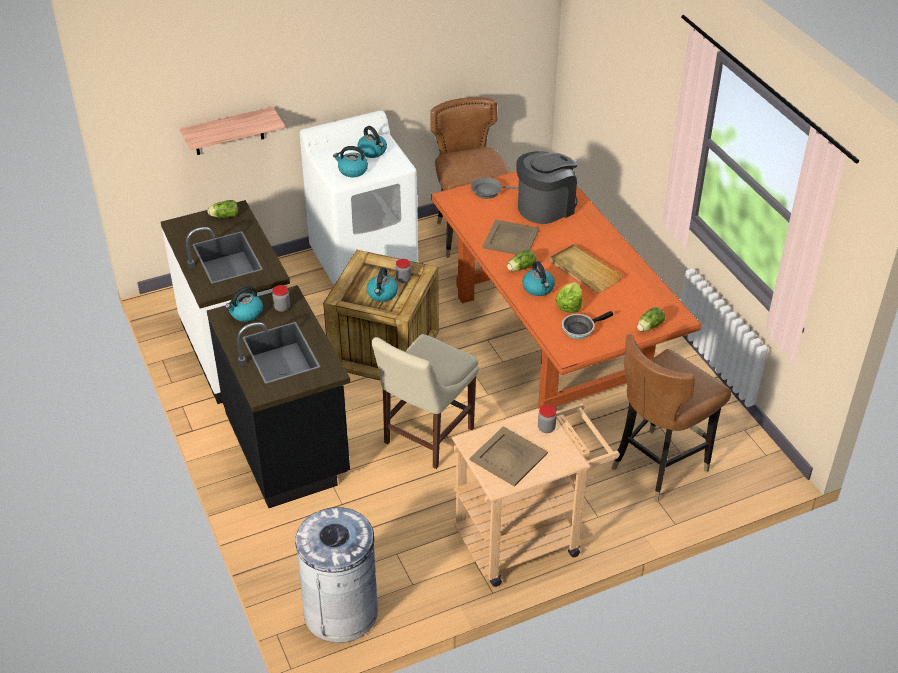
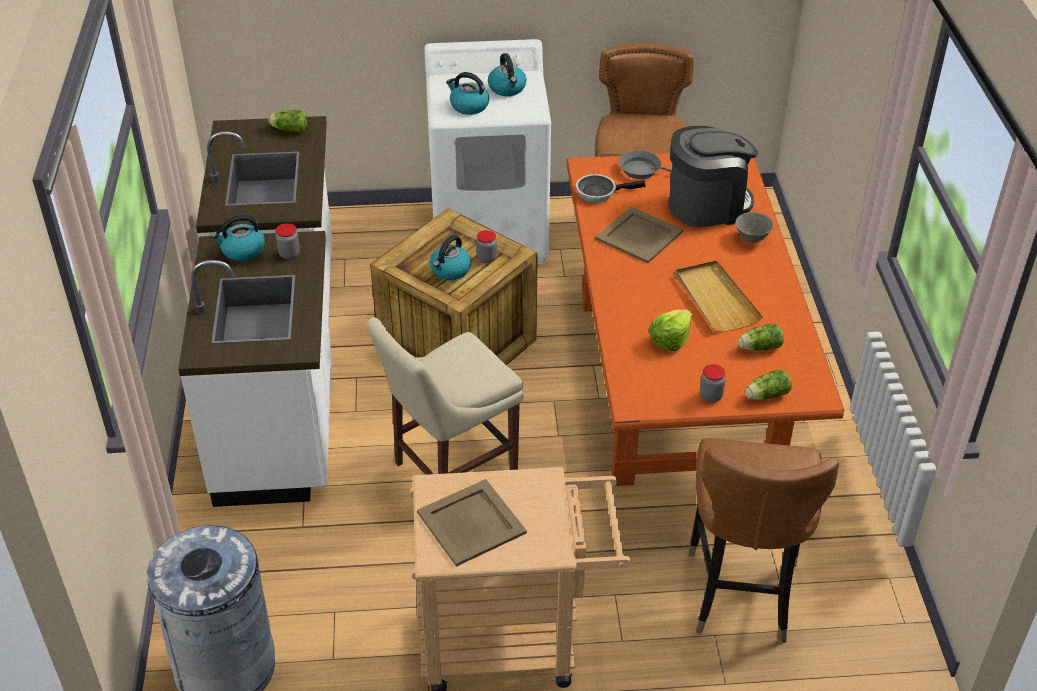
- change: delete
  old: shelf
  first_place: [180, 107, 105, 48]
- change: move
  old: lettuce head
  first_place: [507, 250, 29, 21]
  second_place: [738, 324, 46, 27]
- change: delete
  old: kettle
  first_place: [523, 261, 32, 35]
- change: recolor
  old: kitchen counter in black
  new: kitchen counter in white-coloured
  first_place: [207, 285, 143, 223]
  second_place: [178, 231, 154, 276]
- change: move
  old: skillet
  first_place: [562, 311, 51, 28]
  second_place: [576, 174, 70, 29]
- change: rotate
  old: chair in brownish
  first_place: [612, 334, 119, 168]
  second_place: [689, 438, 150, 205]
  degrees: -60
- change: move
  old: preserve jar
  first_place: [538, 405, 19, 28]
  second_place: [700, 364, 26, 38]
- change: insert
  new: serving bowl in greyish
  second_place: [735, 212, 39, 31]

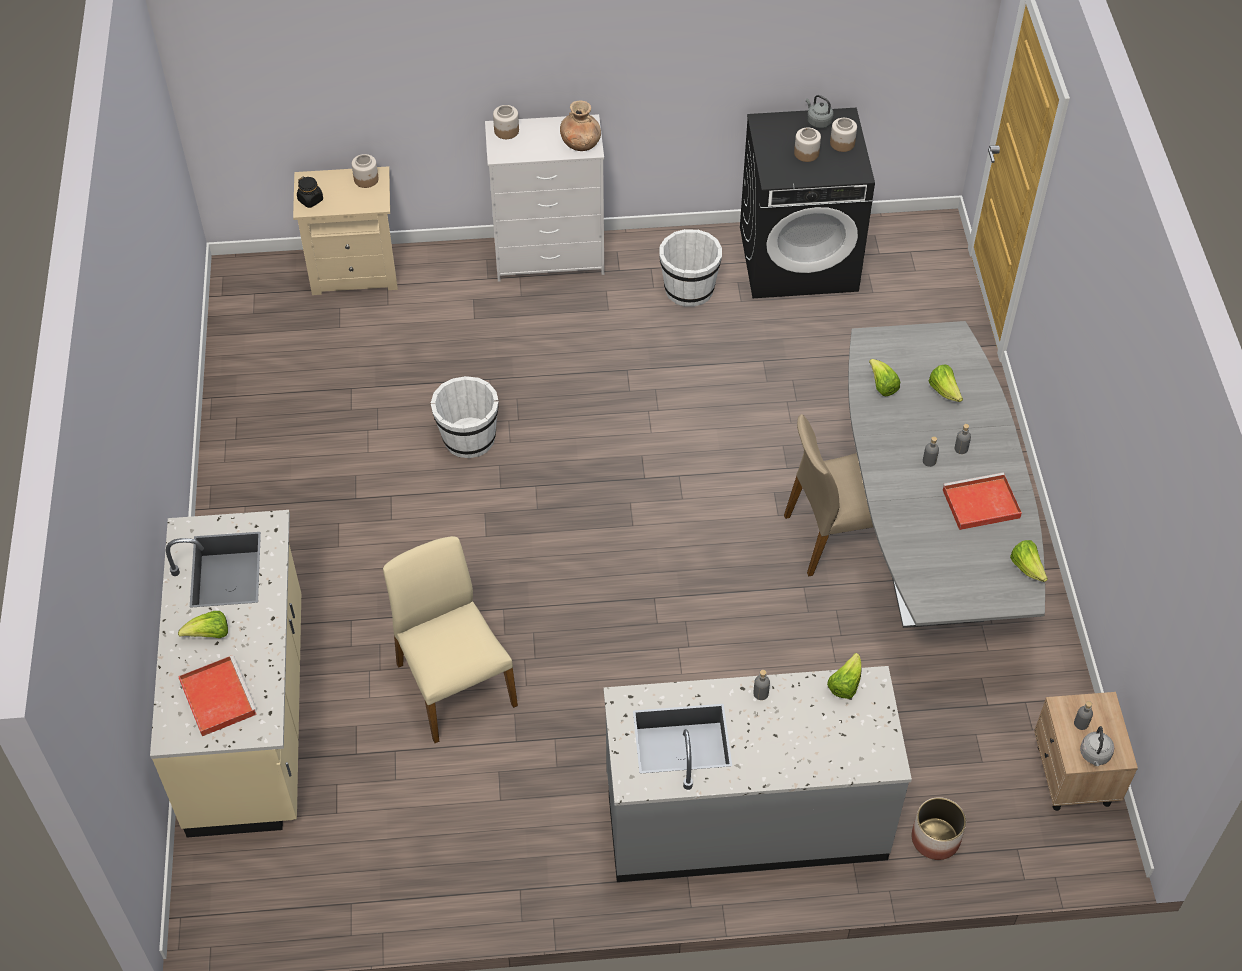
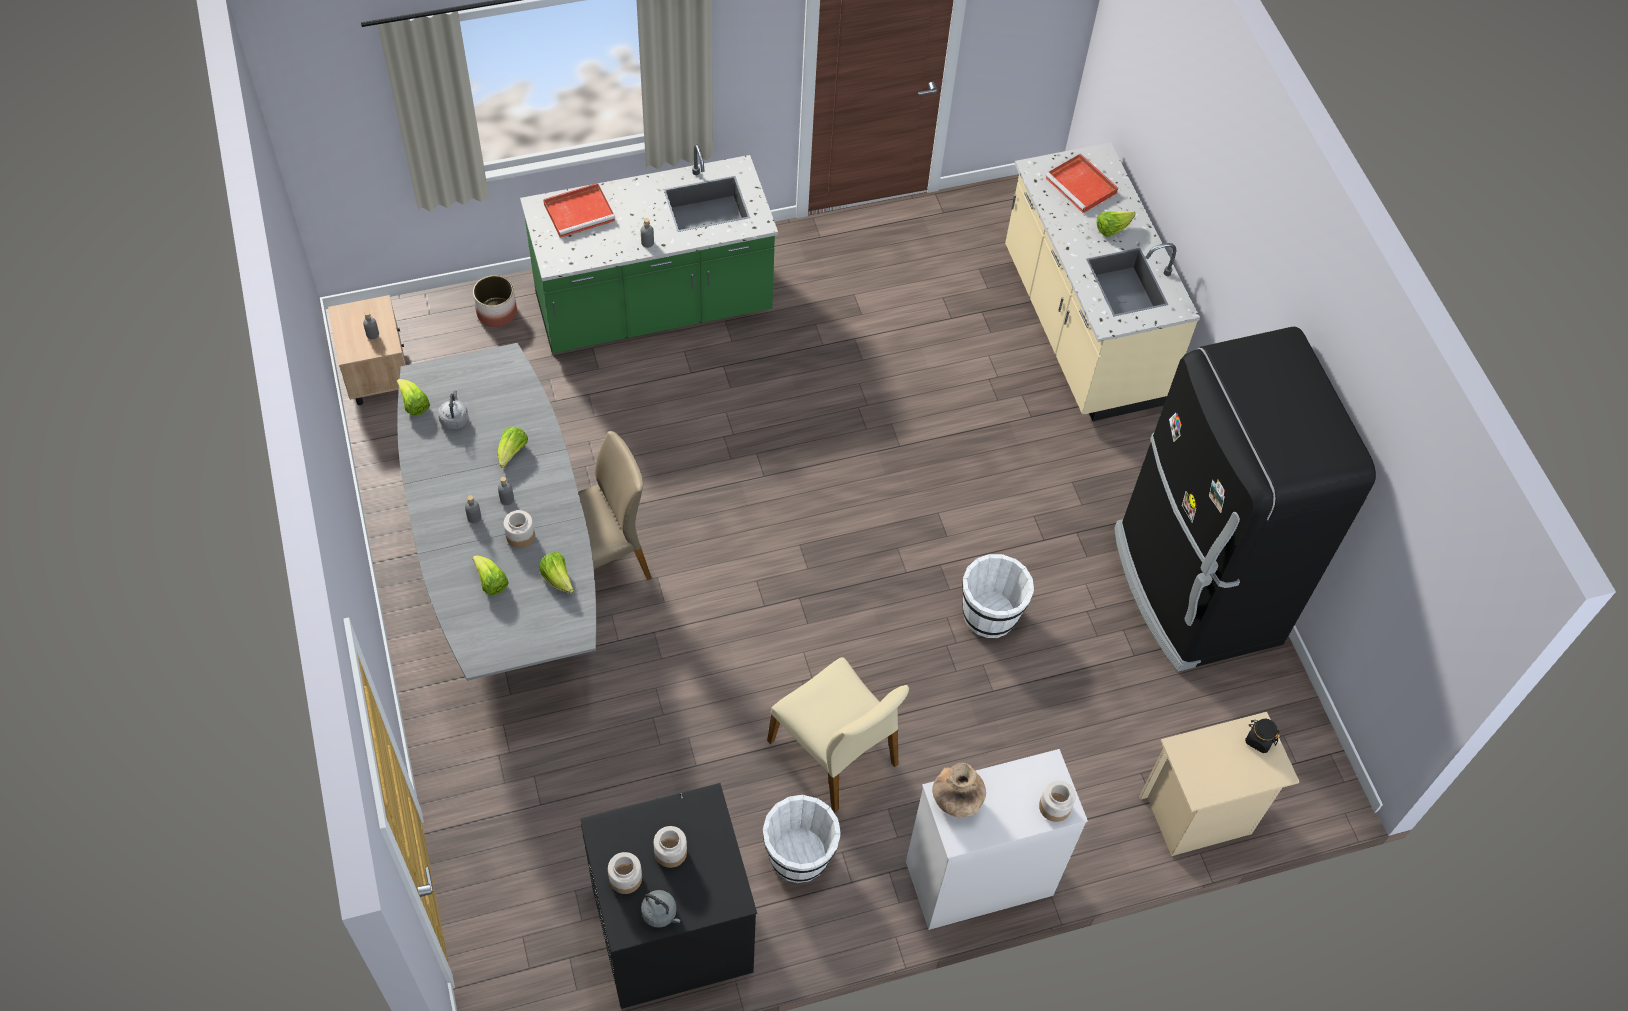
- change: move
  old: preserve jar
  first_place: [352, 154, 27, 34]
  second_place: [504, 510, 31, 38]
- change: move
  old: carrying tray in red-coloured
  first_place: [943, 473, 79, 57]
  second_place: [543, 183, 72, 55]
- change: move
  old: chair in beige
  first_place: [383, 536, 135, 207]
  second_place: [767, 657, 142, 155]
- change: move
  old: lettuce head
  first_place: [827, 653, 35, 46]
  second_place: [498, 427, 30, 41]
- change: recolor
  old: kitchen counter in greyish
  new: kitchen counter in greenish
  first_place: [604, 666, 308, 216]
  second_place: [520, 144, 258, 209]
- change: move
  old: kettle in greyish
  first_place: [1080, 726, 34, 40]
  second_place: [438, 390, 30, 40]
- change: insert
  new: refrigerator in black
  second_place: [1114, 327, 262, 344]

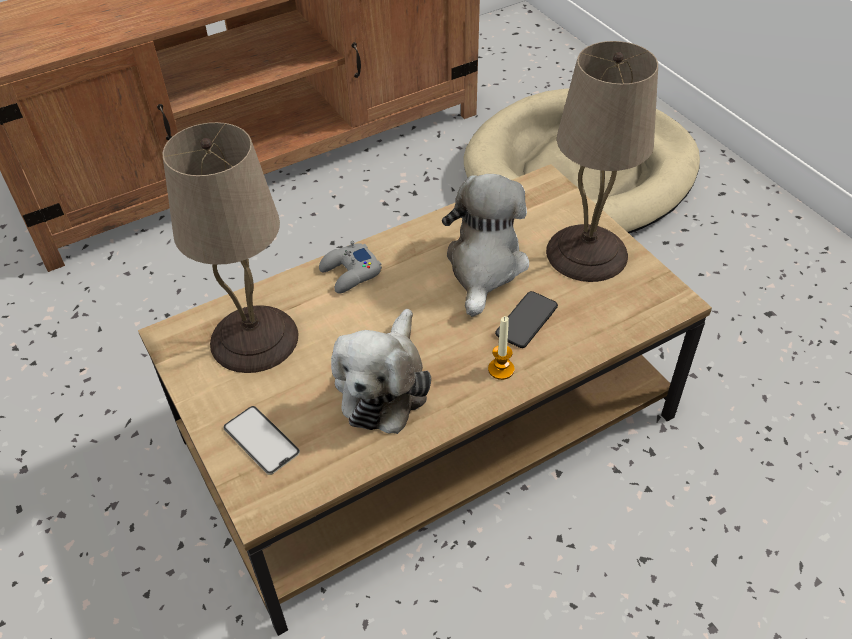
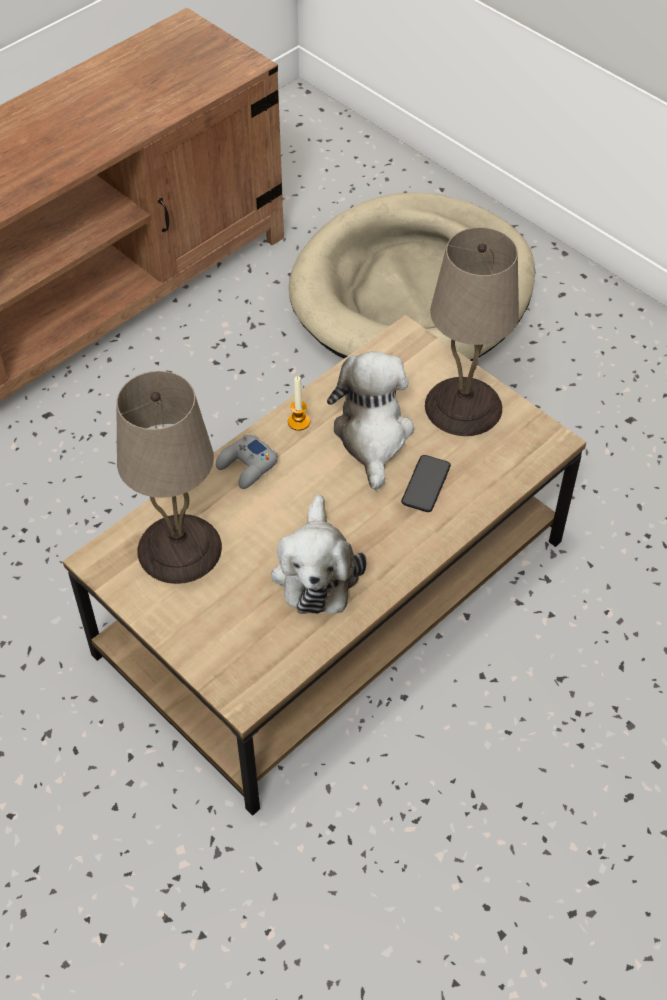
- change: move
  old: wax light
  first_place: [488, 316, 26, 64]
  second_place: [288, 376, 22, 55]
- change: delete
  old: handset
  first_place: [223, 406, 77, 69]

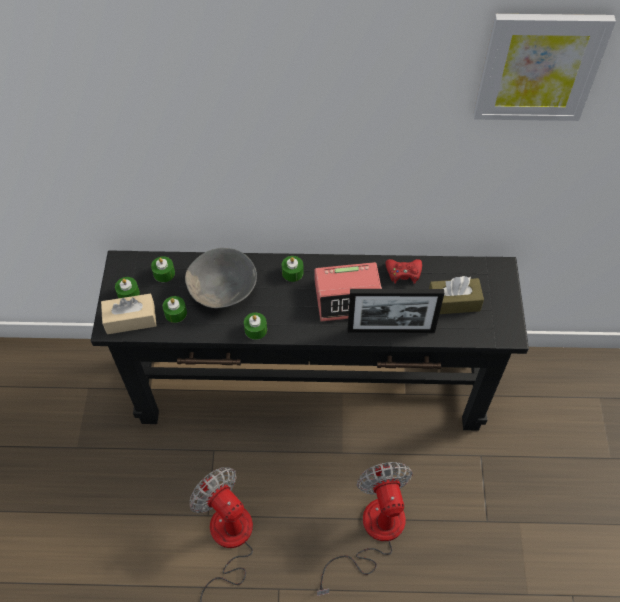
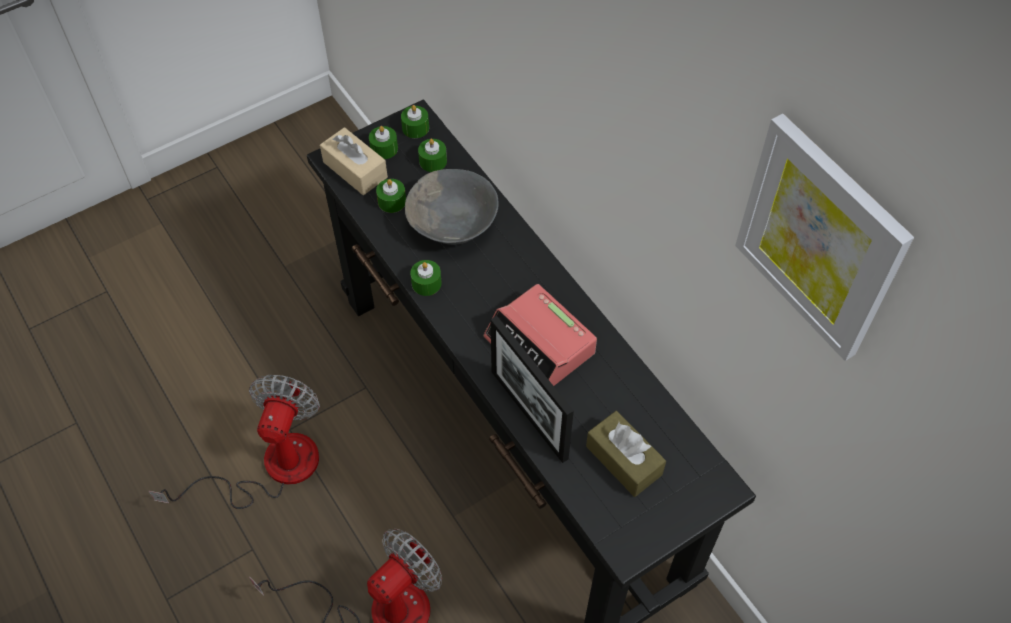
- change: move
  old: wax light in greenish
  first_place: [282, 256, 22, 26]
  second_place: [401, 105, 28, 33]
- change: delete
  old: joypad in red-coloured
  first_place: [386, 259, 36, 25]

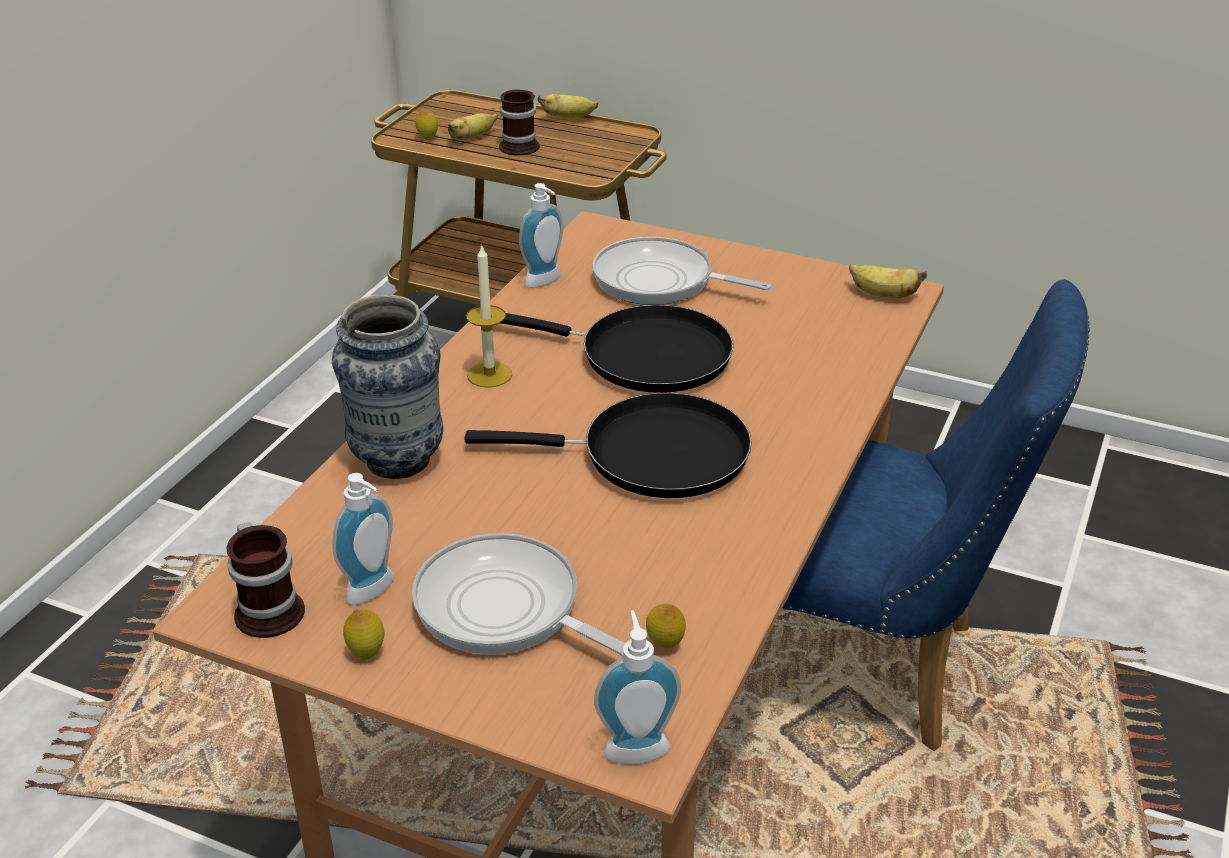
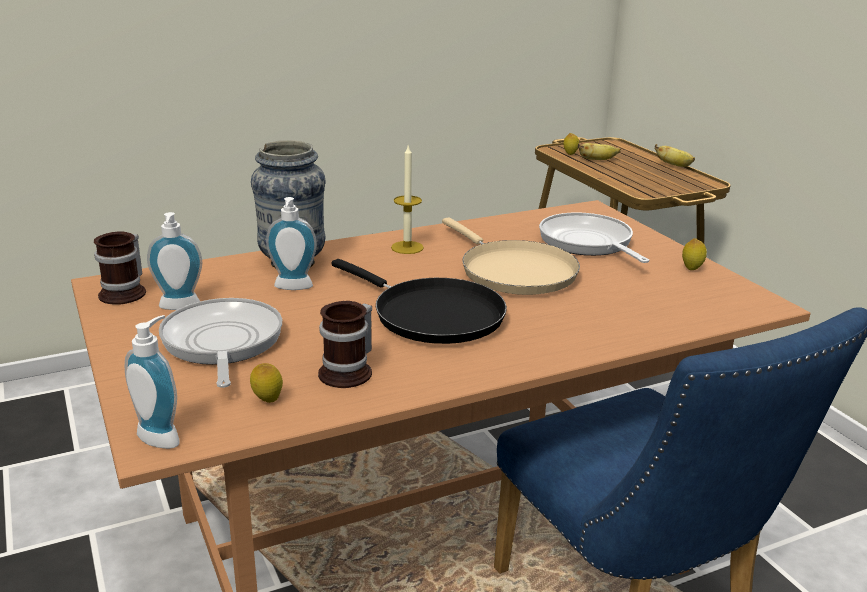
- change: move
  old: mug
  first_place: [499, 89, 41, 67]
  second_place: [318, 301, 54, 87]
- change: move
  old: liquid soap bottle
  first_place: [519, 183, 44, 105]
  second_place: [266, 197, 51, 93]
- change: delete
  old: banana fruit
  first_place: [849, 264, 78, 34]
- change: recolor
  old: skillet in black
  new: skillet in beige
  first_place: [501, 305, 232, 88]
  second_place: [442, 218, 138, 77]
- change: move
  old: citrus fruit
  first_place: [343, 609, 42, 51]
  second_place: [682, 238, 25, 32]

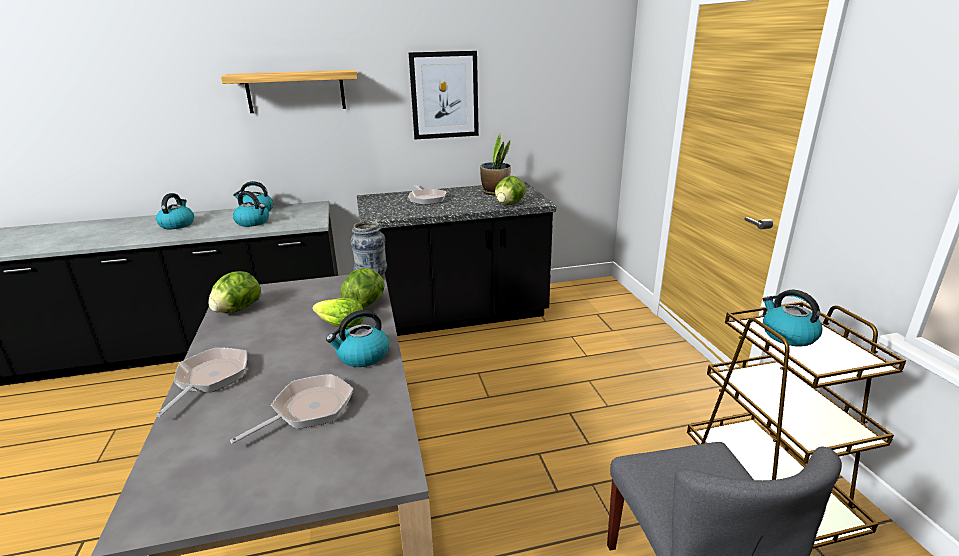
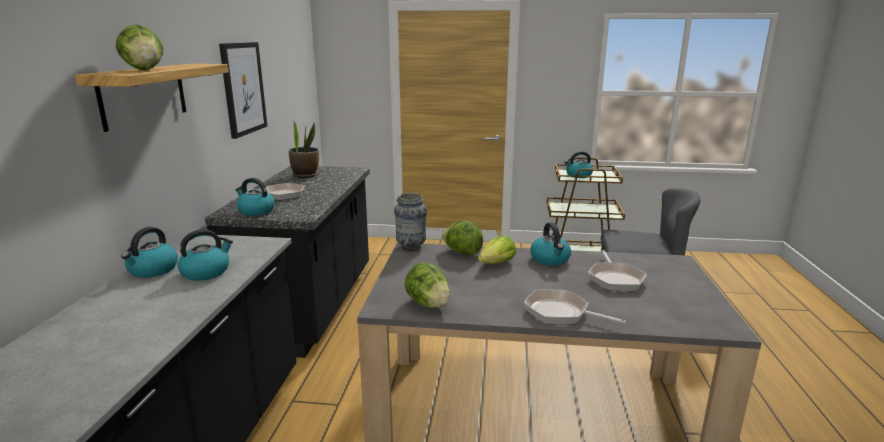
- change: move
  old: lettuce head
  first_place: [495, 176, 31, 30]
  second_place: [116, 24, 47, 46]
- change: move
  old: kettle
  first_place: [156, 193, 38, 36]
  second_place: [235, 178, 40, 38]
- change: rotate
  old: skillet
  first_place: [230, 374, 123, 70]
  second_place: [588, 250, 59, 41]
  degrees: -150

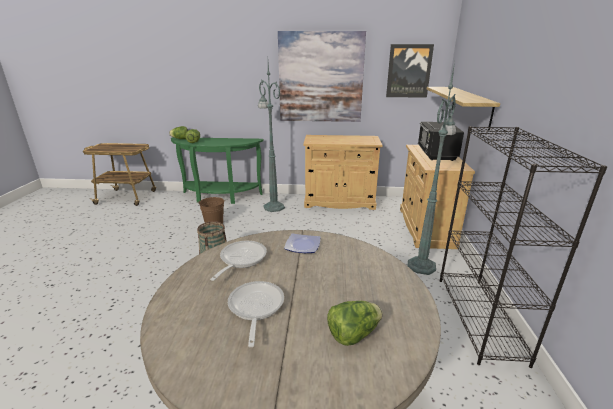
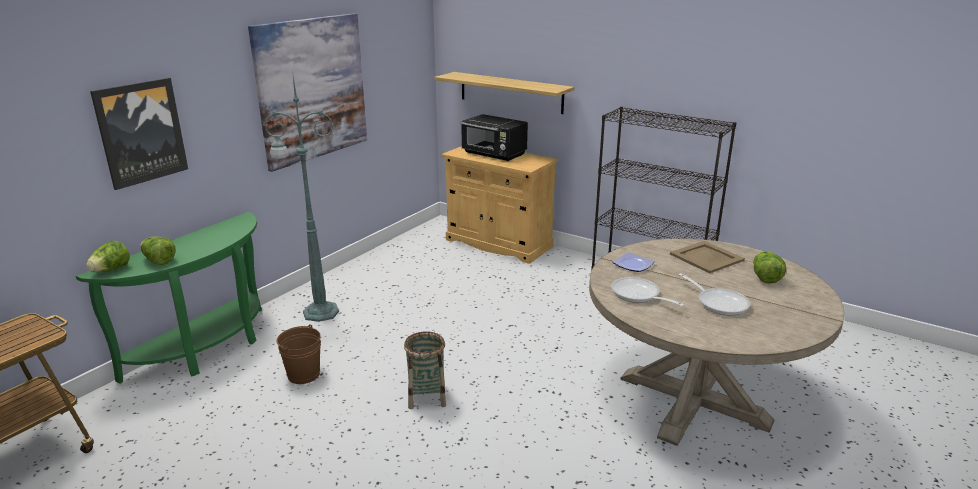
- change: move
  old: wall picture
  first_place: [386, 44, 48, 54]
  second_place: [90, 78, 98, 112]
- change: delete
  old: standard lamp in greenish
  first_place: [408, 62, 48, 213]
- change: delete
  old: cupboard in beige
  first_place: [303, 135, 80, 75]
- change: rotate
  old: skillet
  first_place: [228, 281, 56, 66]
  second_place: [679, 273, 71, 43]
  degrees: -150
- change: insert
  new: carrying tray in beige
  second_place: [670, 241, 75, 32]

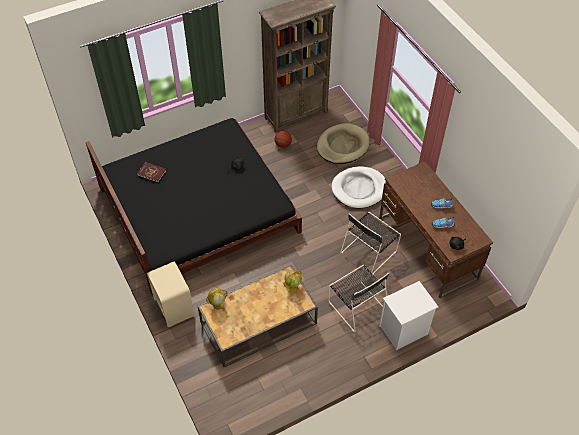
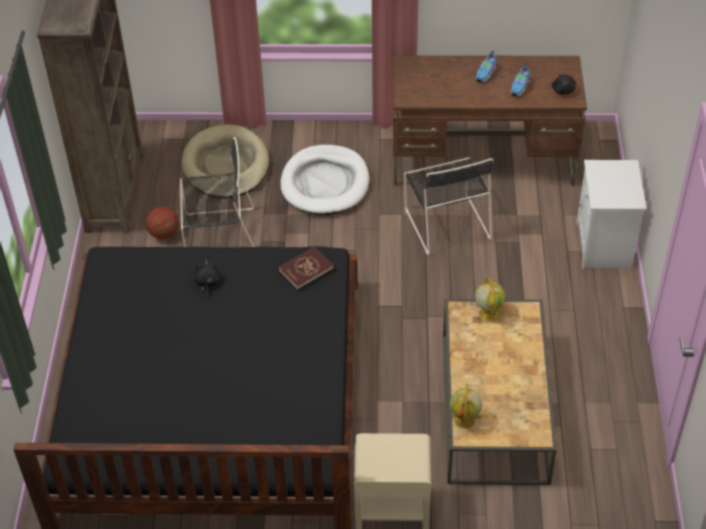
- change: move
  old: volume in red-coloured
  first_place: [137, 162, 30, 21]
  second_place: [278, 247, 56, 43]
- change: move
  old: chair in black
  first_place: [328, 265, 62, 67]
  second_place: [180, 137, 74, 110]

